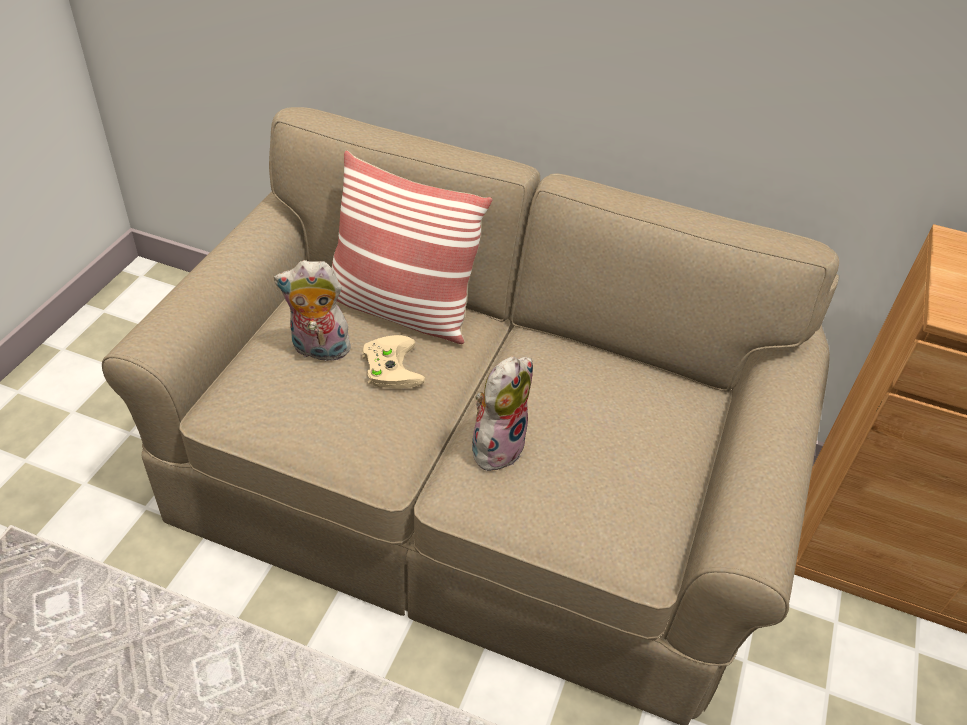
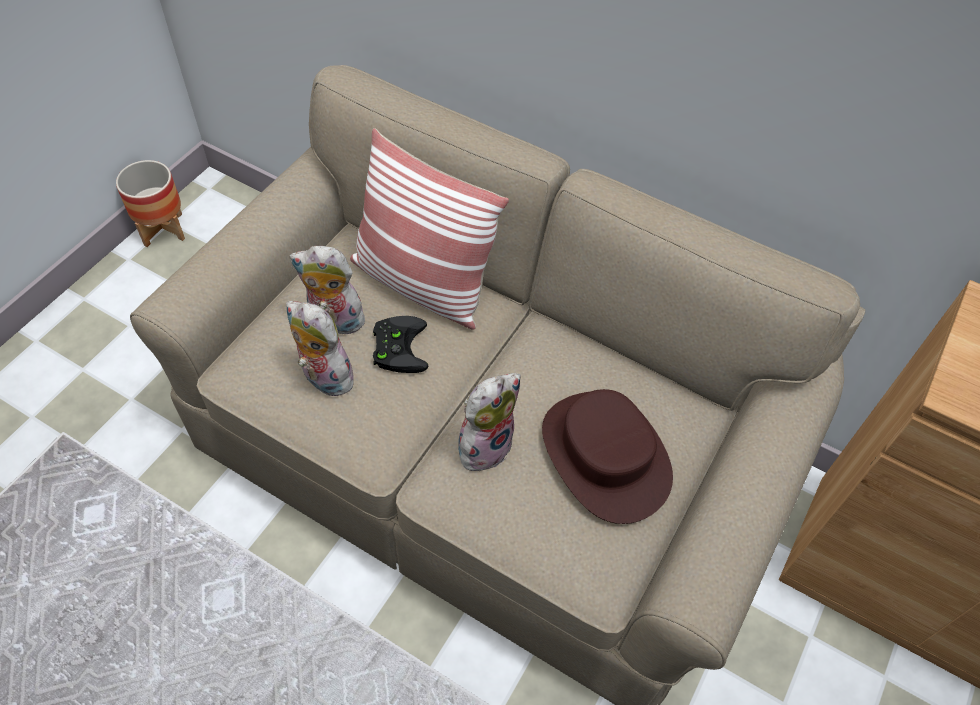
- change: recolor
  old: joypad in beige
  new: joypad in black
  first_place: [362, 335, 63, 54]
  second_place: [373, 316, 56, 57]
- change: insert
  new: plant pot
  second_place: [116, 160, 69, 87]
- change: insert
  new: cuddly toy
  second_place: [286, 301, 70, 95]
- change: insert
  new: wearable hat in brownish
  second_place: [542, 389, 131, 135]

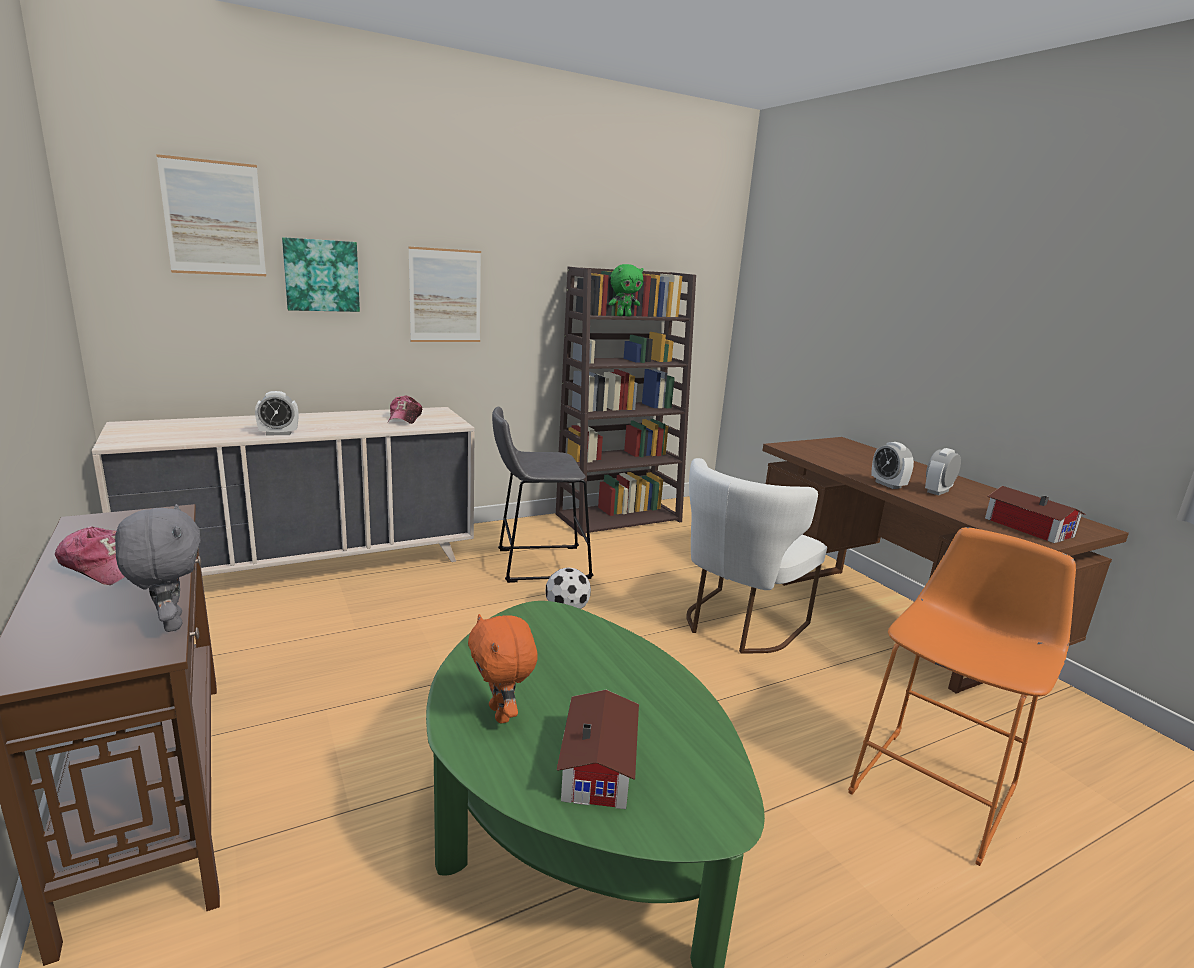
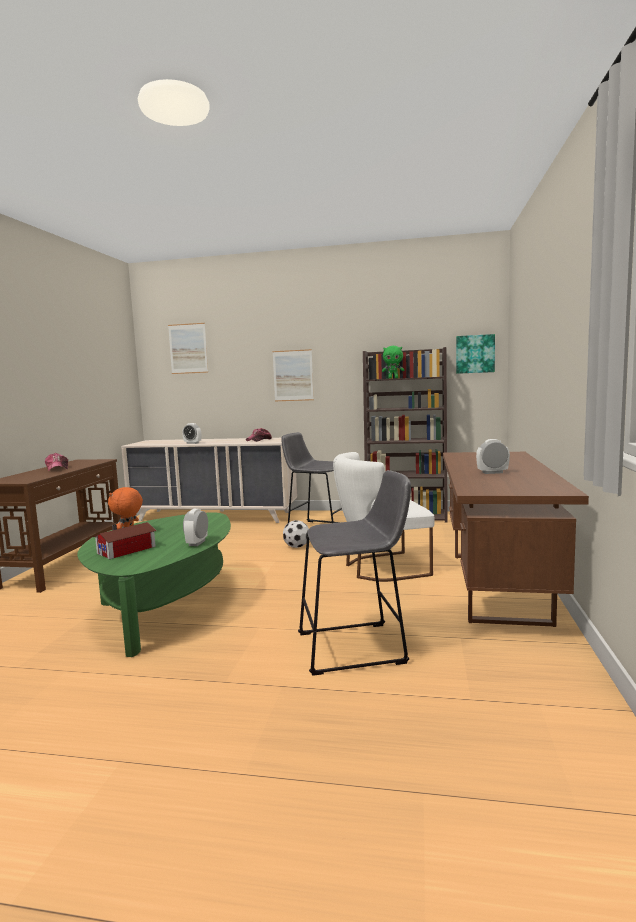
- change: move
  old: wall picture
  first_place: [282, 237, 78, 75]
  second_place: [456, 334, 39, 40]
- change: move
  old: bedside clock
  first_place: [871, 442, 43, 47]
  second_place: [183, 509, 25, 37]
- change: delete
  old: miniature house
  first_place: [985, 486, 100, 57]
- change: delete
  old: cuddly toy in greyish
  first_place: [115, 504, 86, 128]
- change: recolor
  old: stool in orangey
  new: stool in greyish
  first_place: [848, 527, 228, 339]
  second_place: [298, 470, 113, 206]

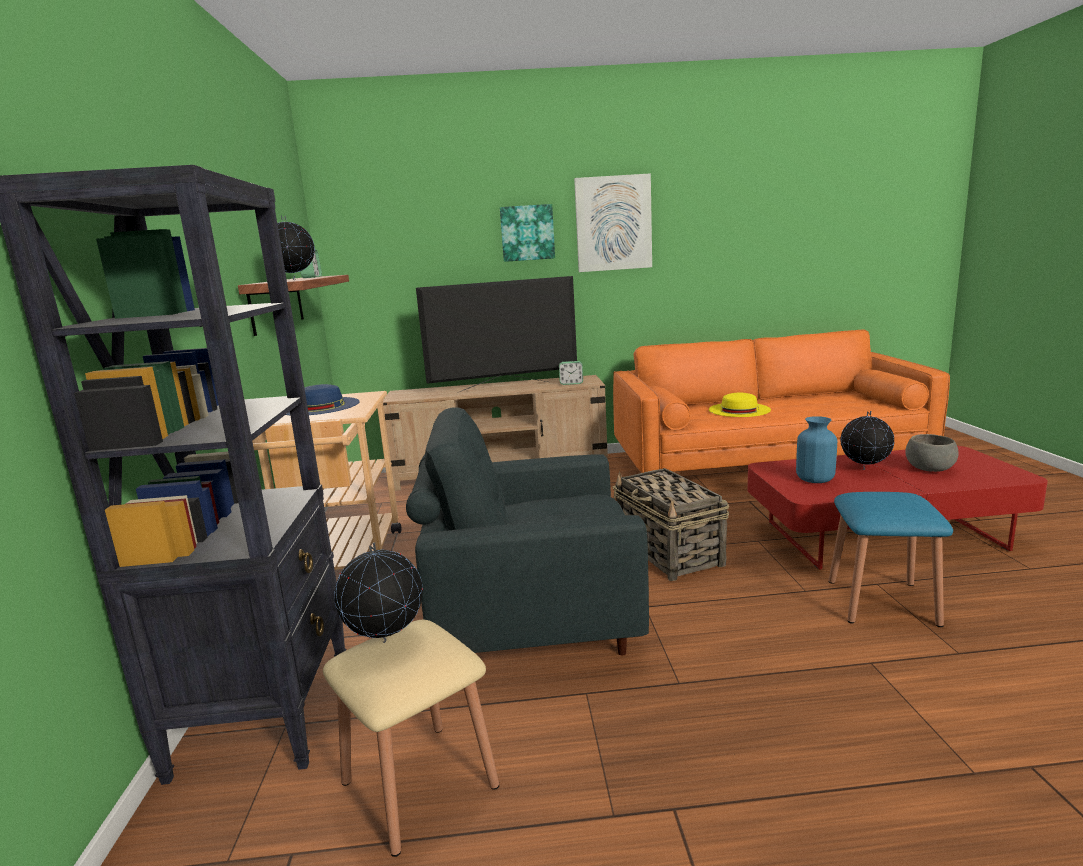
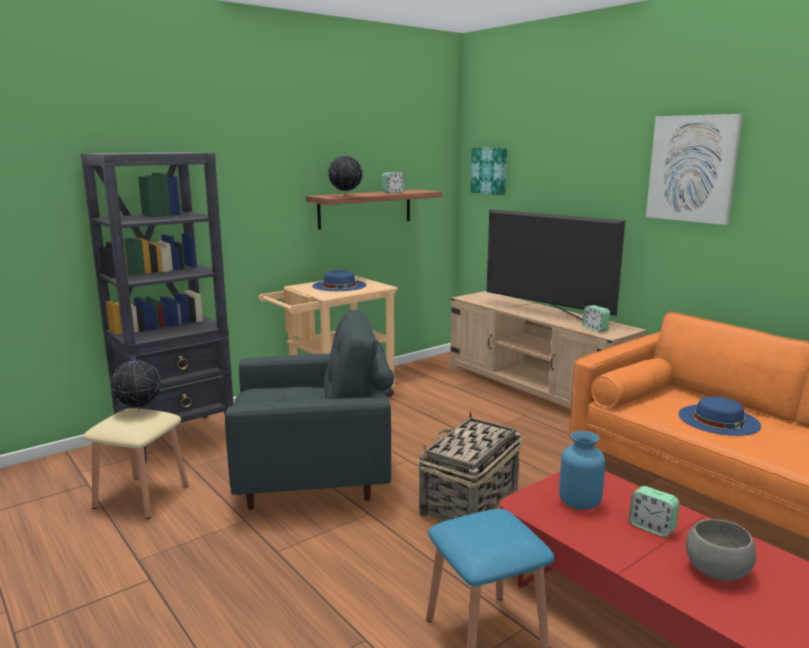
- change: move
  old: wall picture
  first_place: [500, 204, 55, 58]
  second_place: [471, 148, 36, 47]
- change: recolor
  old: wearable hat in yellow
  new: wearable hat in blue
  first_place: [709, 393, 62, 24]
  second_place: [679, 396, 82, 40]
- change: rotate
  old: armchair in greyish
  first_place: [406, 407, 243, 248]
  second_place: [225, 310, 169, 200]
  degrees: 120
- change: replace
  old: globe
  new: bedside clock
  first_place: [840, 411, 54, 59]
  second_place: [629, 486, 50, 51]

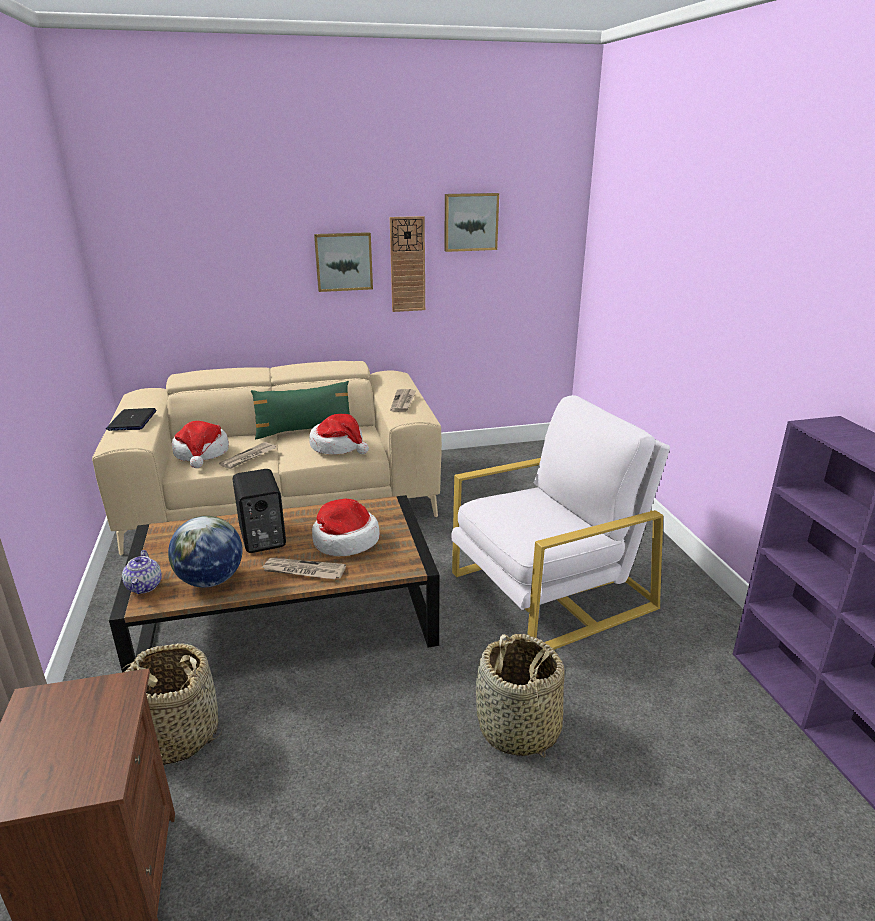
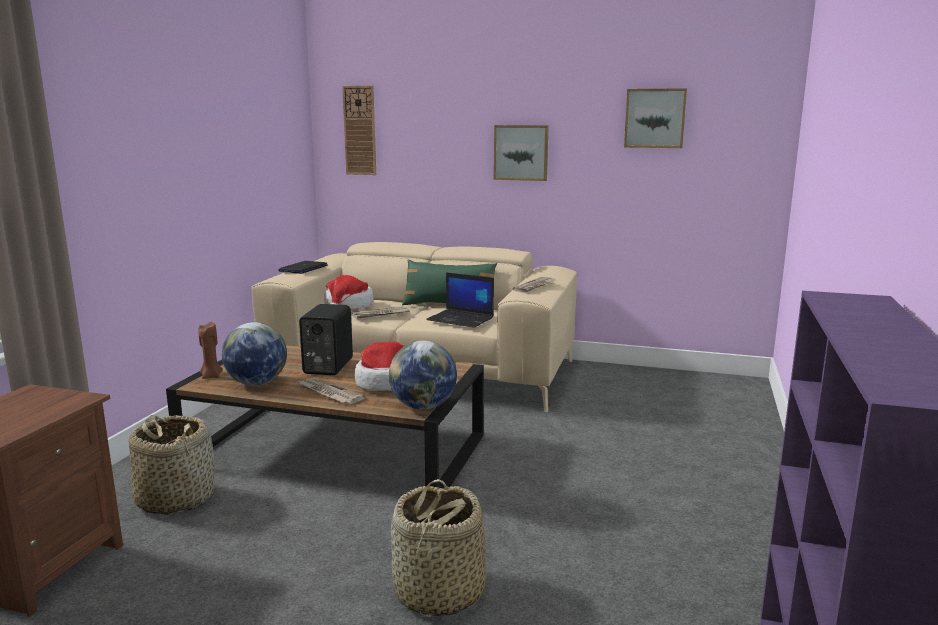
- change: move
  old: clock on the wall
  first_place: [390, 216, 35, 96]
  second_place: [342, 86, 34, 89]
- change: delete
  old: armchair in white-coloured
  first_place: [451, 395, 219, 255]
- change: replace
  old: wearable hat
  new: laptop
  first_place: [309, 414, 60, 40]
  second_place: [426, 272, 68, 56]
- change: replace
  old: pot for tea
  new: wax light in brownish
  first_place: [122, 550, 40, 44]
  second_place: [198, 322, 25, 57]
- change: insert
  new: globe
  second_place: [389, 340, 68, 70]

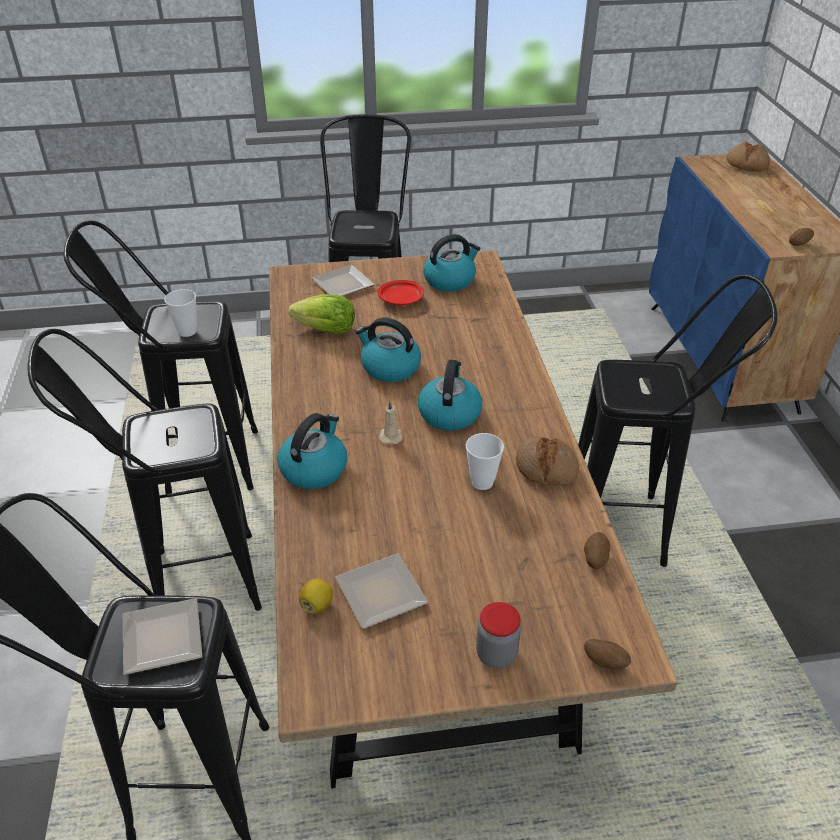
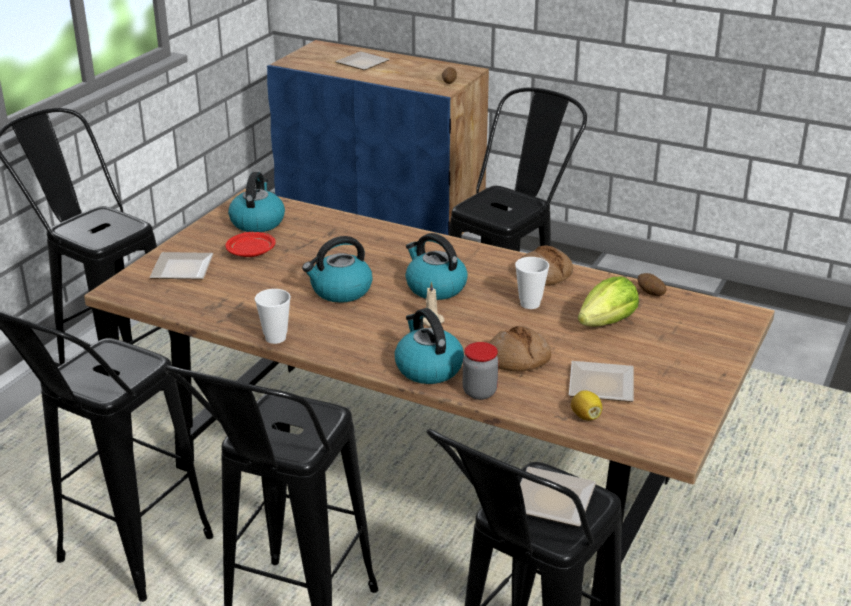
- change: move
  old: baked bread
  first_place: [727, 142, 43, 30]
  second_place: [489, 326, 62, 46]
- change: move
  old: cup
  first_place: [164, 289, 33, 48]
  second_place: [255, 289, 36, 55]
- change: move
  old: lettuce head
  first_place: [288, 294, 67, 40]
  second_place: [578, 276, 61, 50]
- change: move
  old: preserve jar
  first_place: [476, 602, 45, 67]
  second_place: [463, 342, 36, 58]
- change: delete
  old: whole potato
  first_place: [584, 639, 47, 30]
- change: insert
  new: dinner plate
  second_place: [335, 51, 55, 19]

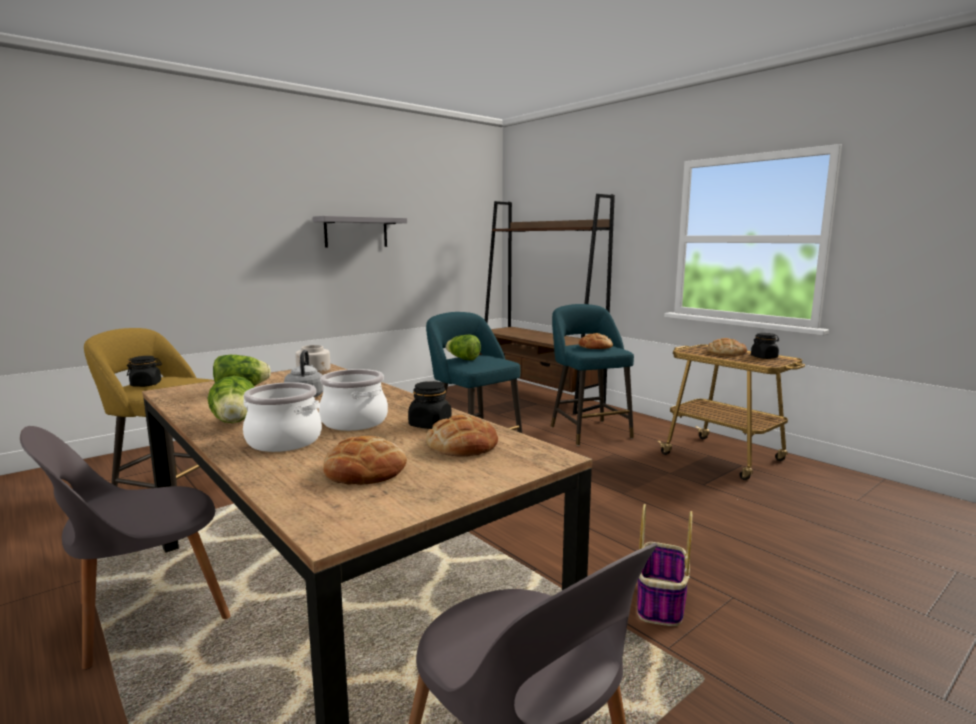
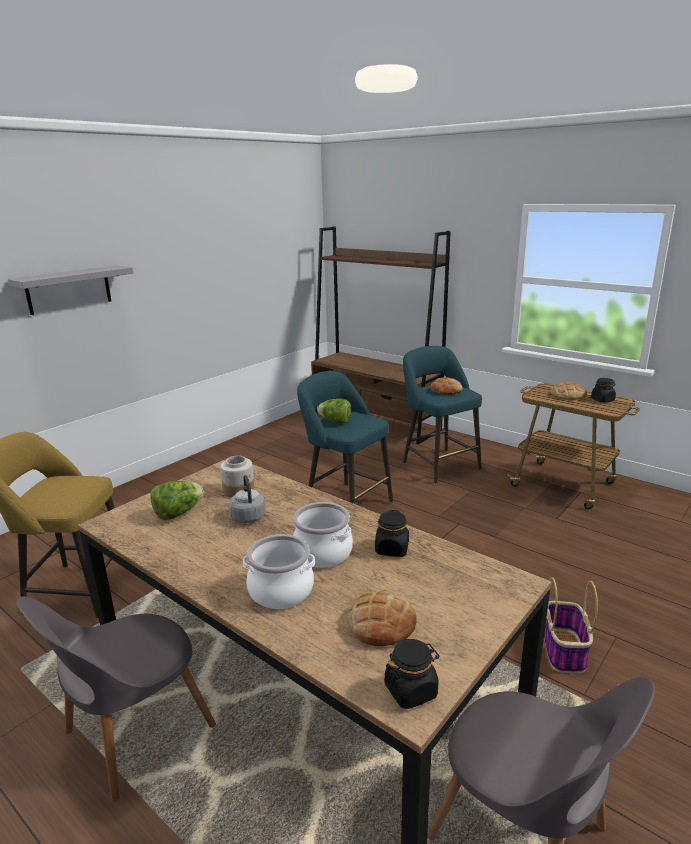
- change: move
  old: shelf in greyish
  first_place: [313, 216, 94, 31]
  second_place: [8, 265, 125, 50]
- change: move
  old: preserve jar in black
  first_place: [127, 356, 35, 31]
  second_place: [384, 639, 55, 70]
- change: delete
  old: lettuce head
  first_place: [208, 376, 46, 47]
- change: delete
  old: baked bread
  first_place: [426, 415, 72, 42]

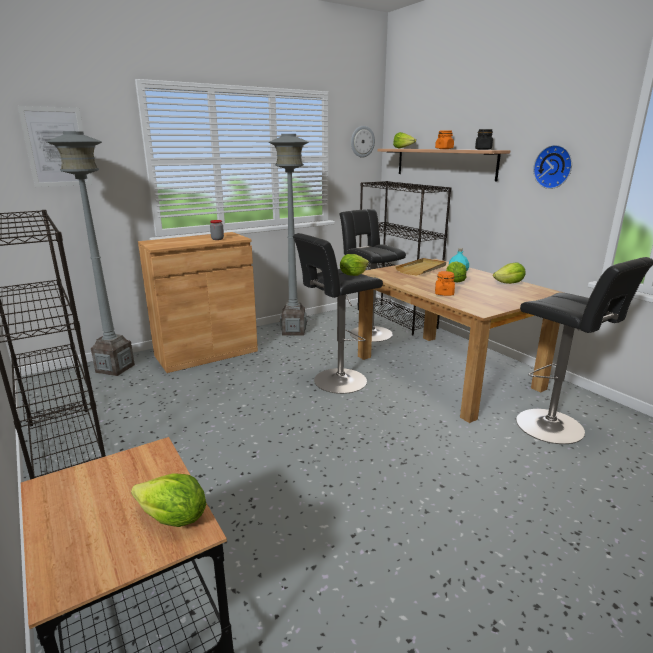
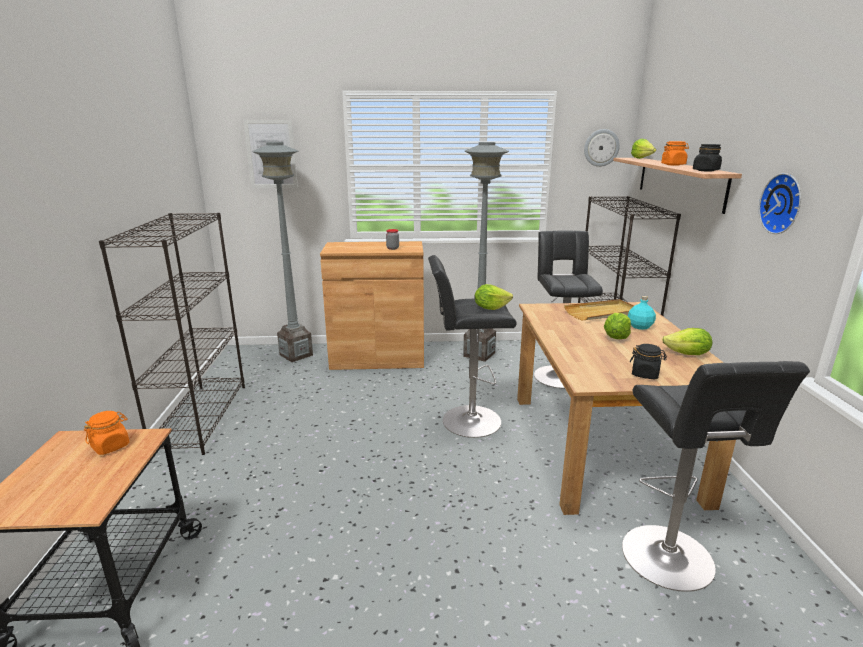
- change: move
  old: preserve jar in orangey
  first_place: [435, 271, 20, 25]
  second_place: [84, 411, 46, 44]
- change: delete
  old: lettuce head
  first_place: [131, 473, 75, 54]
- change: insert
  new: preserve jar in black
  second_place: [630, 344, 37, 35]

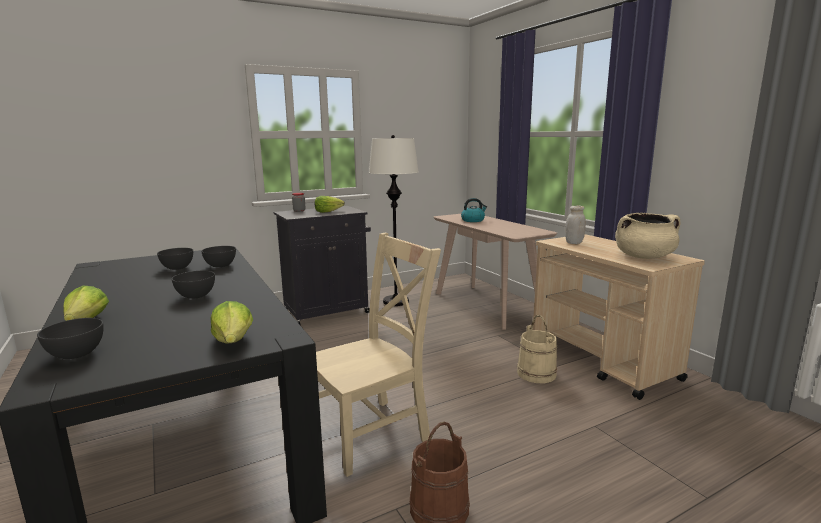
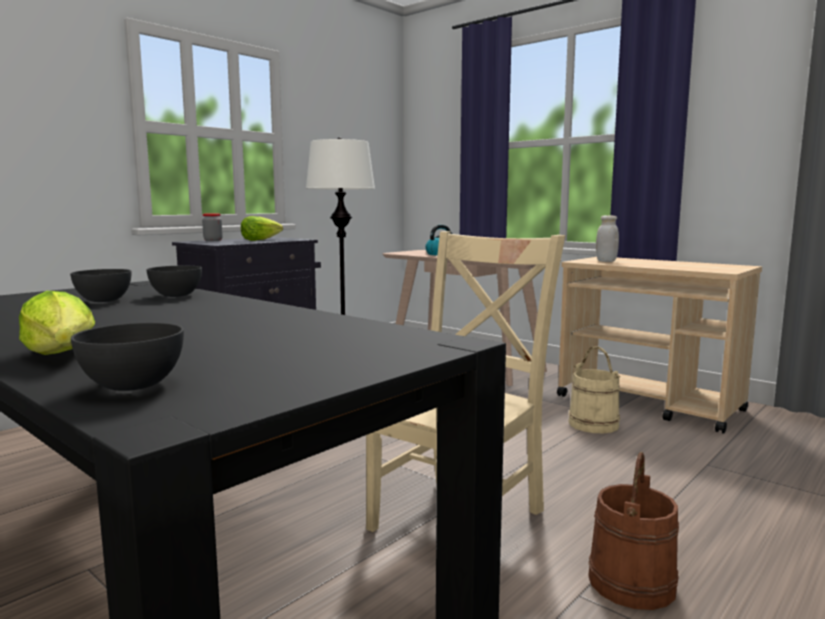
- change: delete
  old: stockpot in beige
  first_place: [615, 213, 65, 46]
- change: delete
  old: serving bowl in greyish
  first_place: [172, 271, 43, 28]
- change: delete
  old: lettuce head
  first_place: [210, 301, 43, 43]

